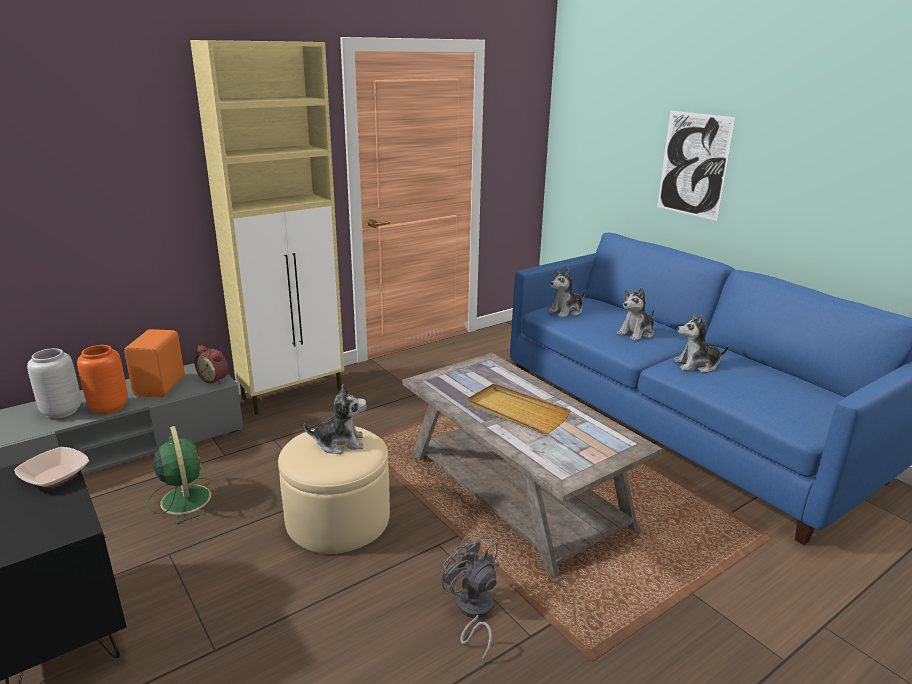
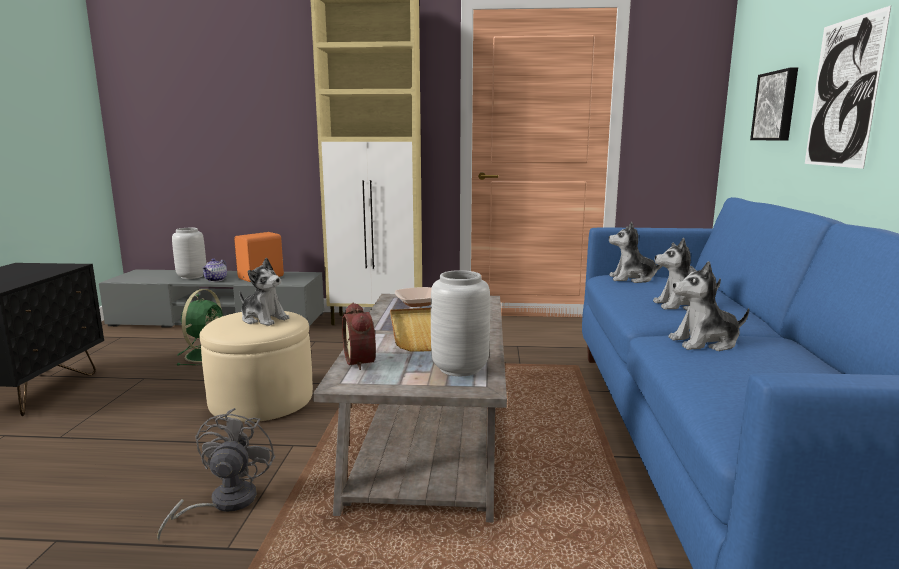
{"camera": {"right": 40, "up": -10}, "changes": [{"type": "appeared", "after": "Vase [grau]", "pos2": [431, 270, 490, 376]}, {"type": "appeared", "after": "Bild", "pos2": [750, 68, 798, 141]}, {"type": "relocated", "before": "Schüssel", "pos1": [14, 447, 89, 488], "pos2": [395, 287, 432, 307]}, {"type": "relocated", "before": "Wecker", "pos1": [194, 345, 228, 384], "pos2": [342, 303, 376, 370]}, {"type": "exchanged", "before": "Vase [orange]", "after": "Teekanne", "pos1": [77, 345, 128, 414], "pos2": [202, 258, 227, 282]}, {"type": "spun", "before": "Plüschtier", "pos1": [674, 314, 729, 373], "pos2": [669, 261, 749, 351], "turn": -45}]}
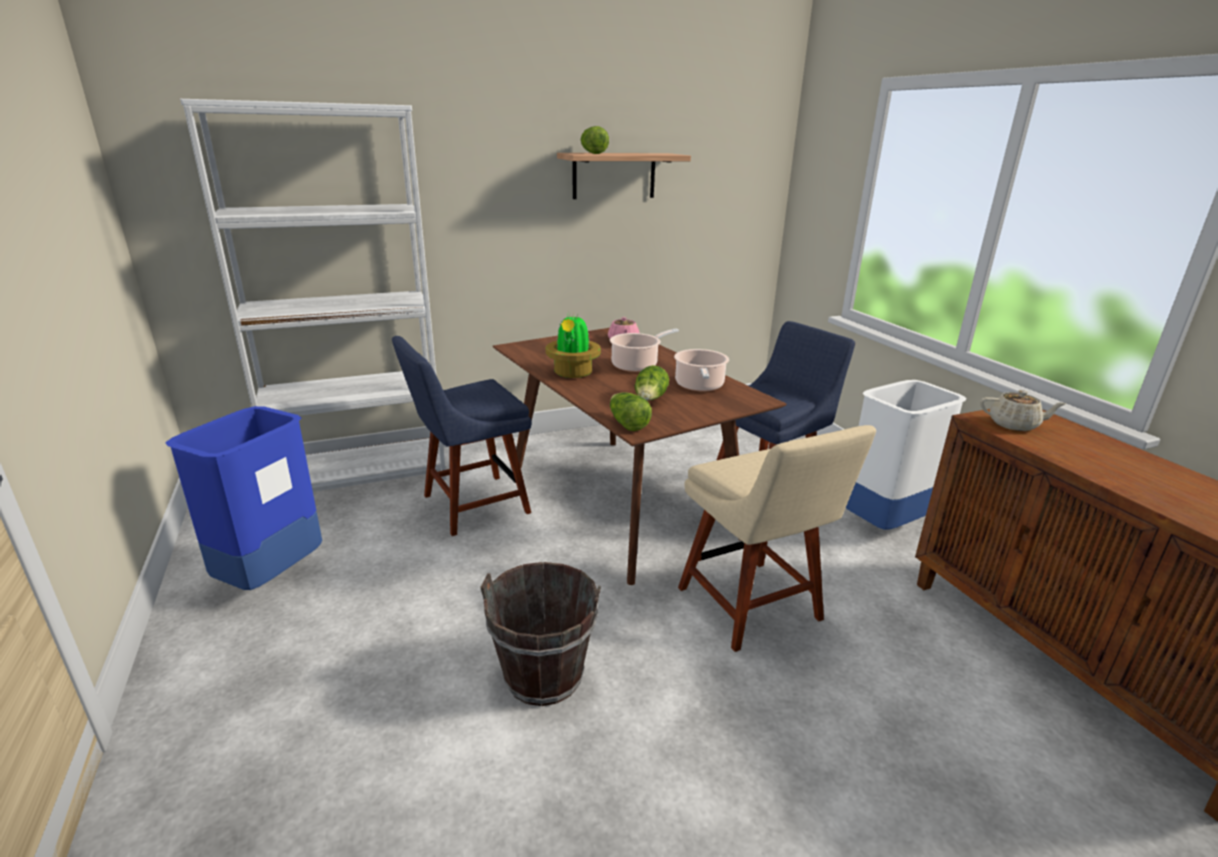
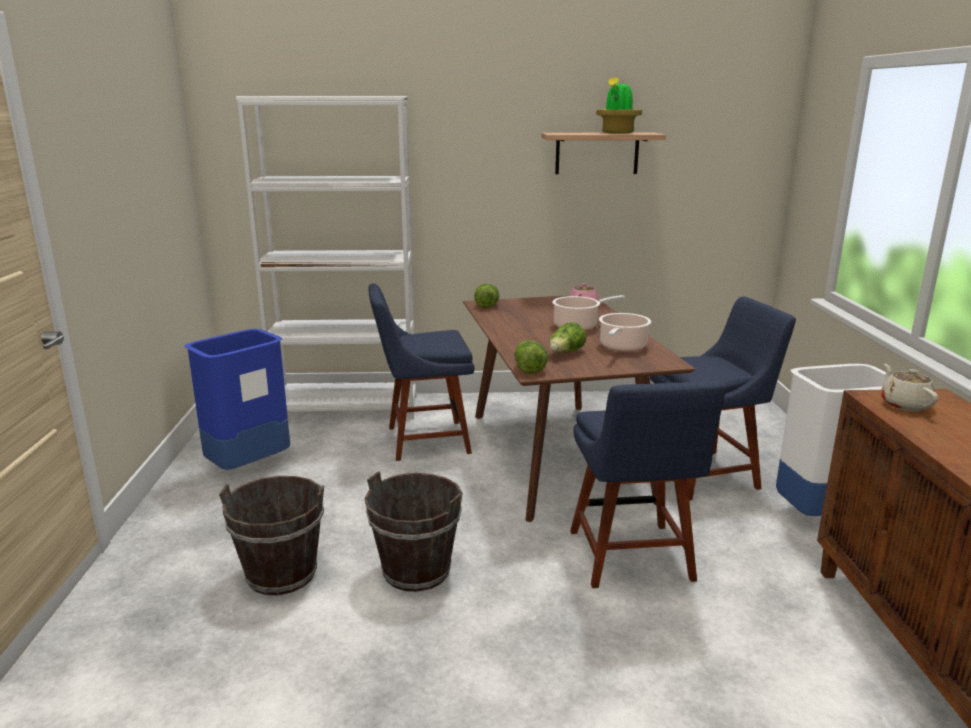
{"camera": {"right": 20, "up": -5}, "changes": [{"type": "appeared", "after": "Eimer [braun]", "pos2": [219, 476, 324, 595]}, {"type": "relocated", "before": "Topfpflanze", "pos1": [546, 313, 601, 378], "pos2": [596, 77, 642, 133]}, {"type": "relocated", "before": "Salatkopf", "pos1": [581, 126, 609, 154], "pos2": [474, 283, 499, 308]}, {"type": "colour", "before": "Stuhl [beige]", "after": "Stuhl [blau]", "pos1": [678, 425, 876, 652], "pos2": [570, 381, 726, 588]}, {"type": "spun", "before": "Teekanne [beige]", "pos1": [980, 390, 1067, 431], "pos2": [881, 364, 938, 412], "turn": -135}]}
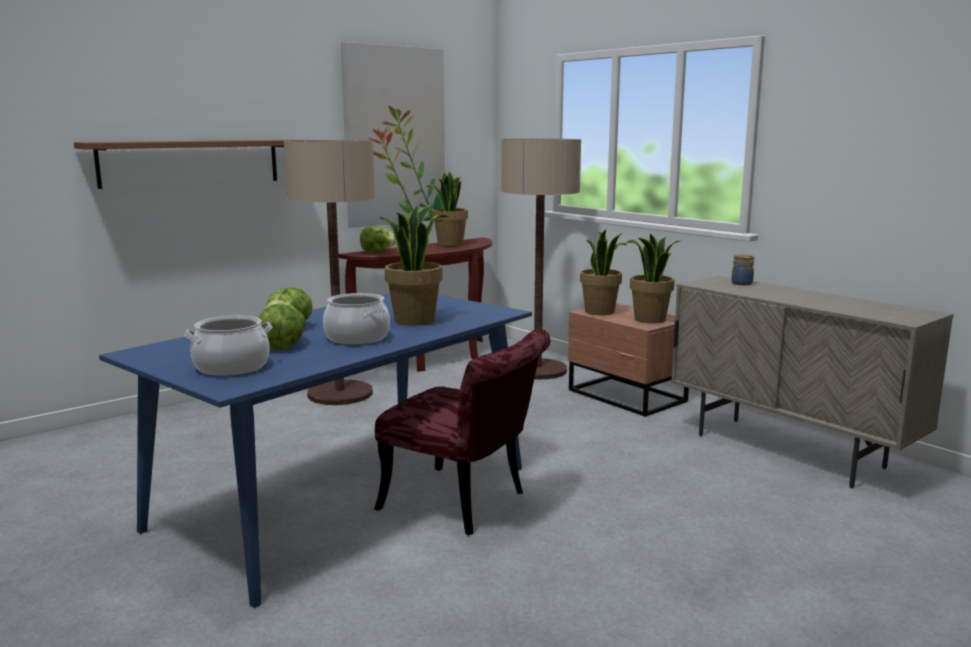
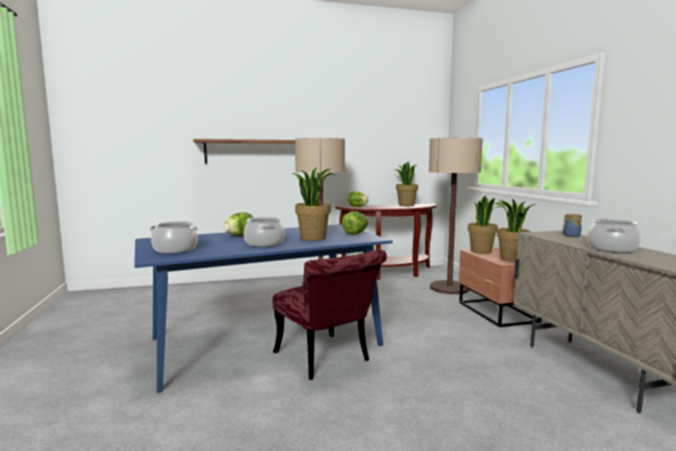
{"camera": {"right": 25, "up": -5}, "changes": [{"type": "missing", "before": "Bild", "pos1": [341, 42, 445, 228]}, {"type": "appeared", "after": "Kochtopf", "pos2": [587, 219, 641, 252]}, {"type": "relocated", "before": "Salatkopf", "pos1": [258, 304, 306, 350], "pos2": [342, 211, 368, 235]}]}
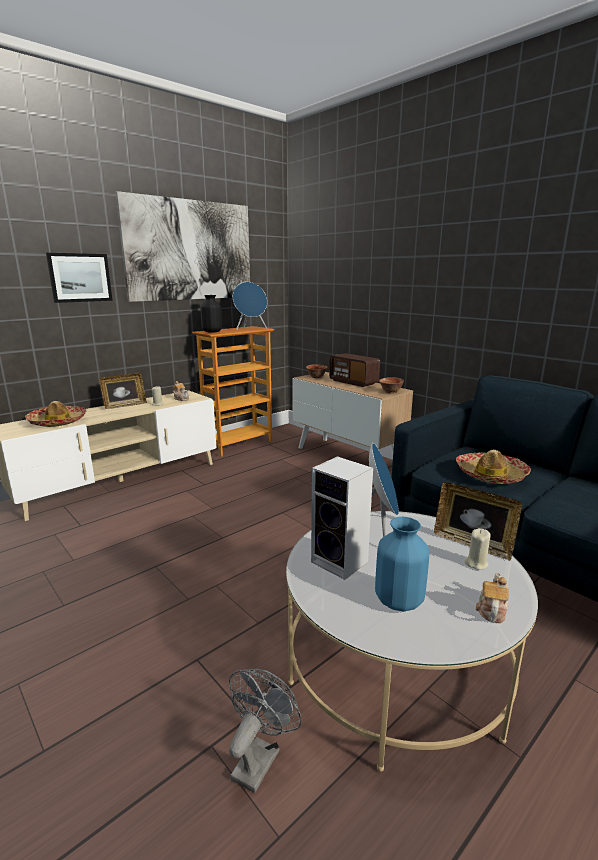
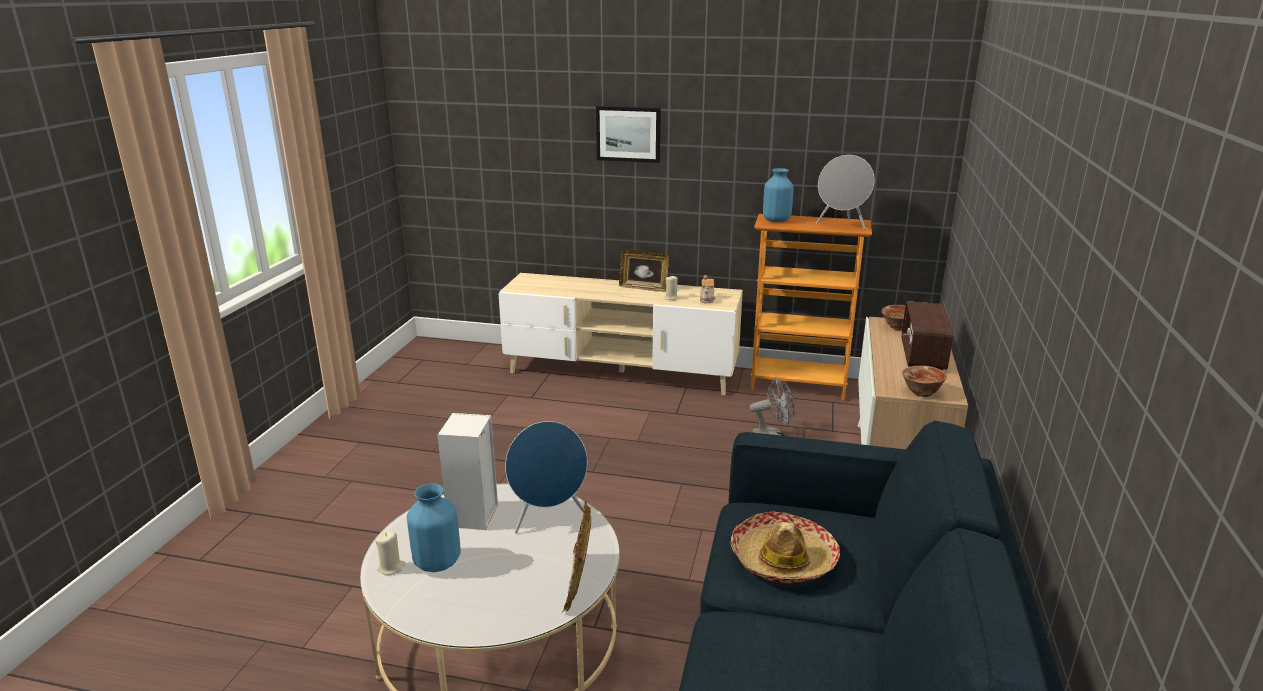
{"camera": {"right": 55, "up": 5}, "changes": [{"type": "missing", "before": "Hut", "pos1": [25, 401, 87, 427]}, {"type": "missing", "before": "Bild", "pos1": [115, 191, 250, 302]}, {"type": "missing", "before": "Teekanne", "pos1": [476, 573, 509, 623]}, {"type": "relocated", "before": "Ventilator [grau]", "pos1": [229, 669, 302, 793], "pos2": [750, 378, 795, 436]}, {"type": "relocated", "before": "Kerze [beige]", "pos1": [465, 528, 491, 570], "pos2": [375, 531, 405, 575]}, {"type": "colour", "before": "Vase [schwarz]", "after": "Vase [blau]", "pos1": [200, 295, 222, 333], "pos2": [763, 168, 794, 222]}, {"type": "colour", "before": "Lautsprecher [blau]", "after": "Lautsprecher [grau]", "pos1": [233, 282, 267, 330], "pos2": [816, 155, 875, 230]}]}
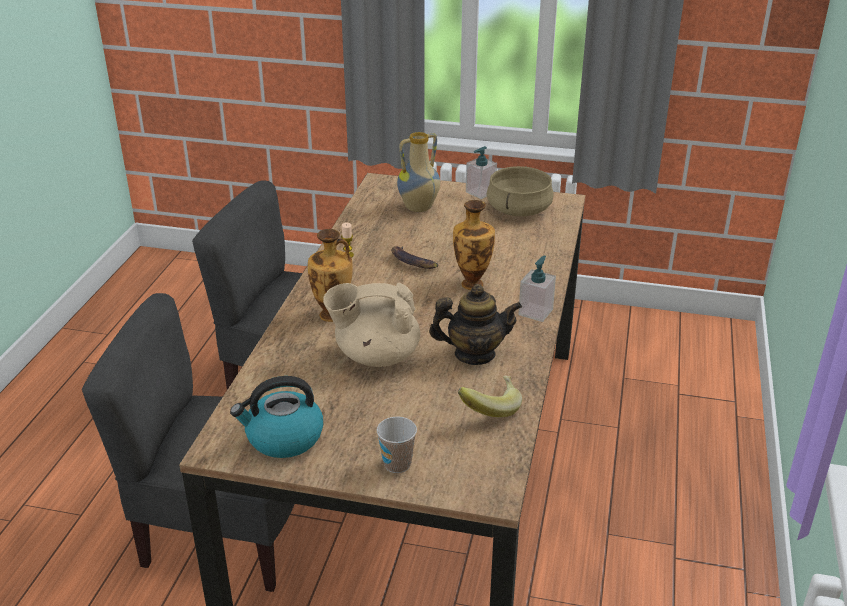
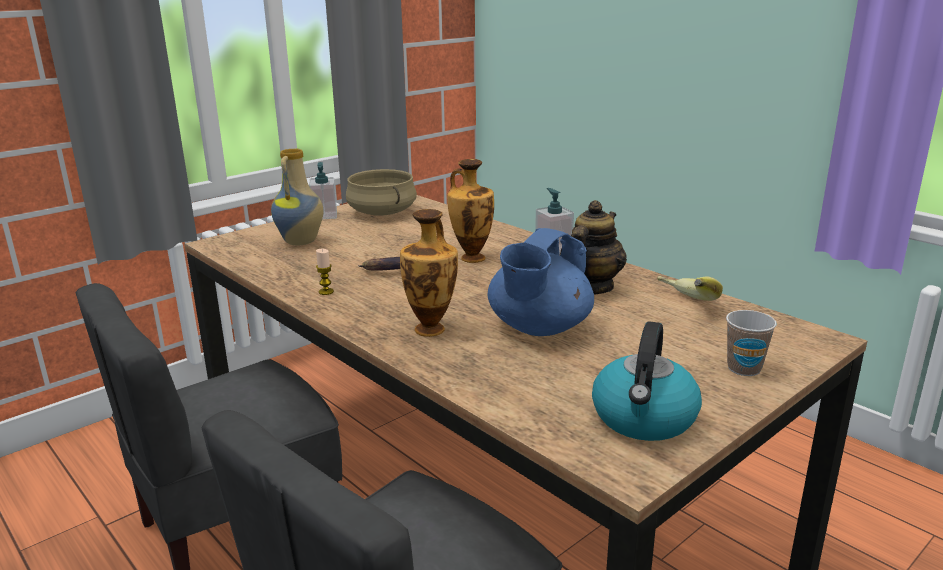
{"camera": {"right": -55, "up": -10}, "changes": [{"type": "colour", "before": "Teekanne [beige]", "after": "Teekanne [blau]", "pos1": [323, 283, 421, 367], "pos2": [488, 228, 594, 336]}]}
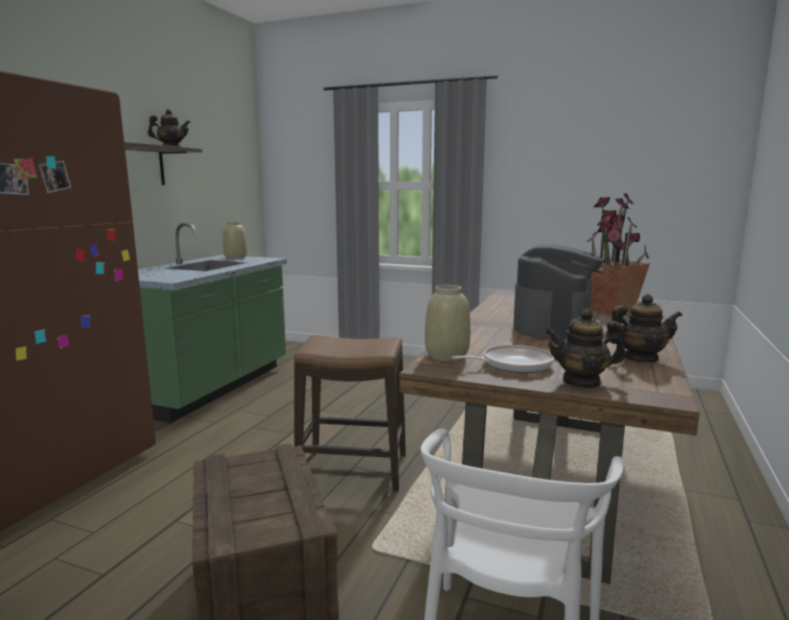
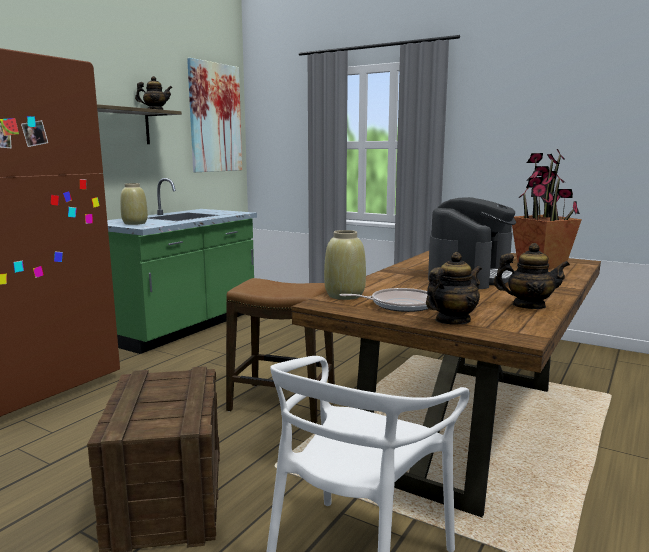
{"camera": {"right": 10, "up": 0}, "changes": [{"type": "appeared", "after": "Bild", "pos2": [187, 58, 242, 172]}, {"type": "relocated", "before": "Vase [beige]", "pos1": [223, 221, 247, 259], "pos2": [120, 183, 148, 225]}, {"type": "spun", "before": "Teekanne", "pos1": [545, 309, 626, 388], "pos2": [426, 252, 482, 324], "turn": 135}]}
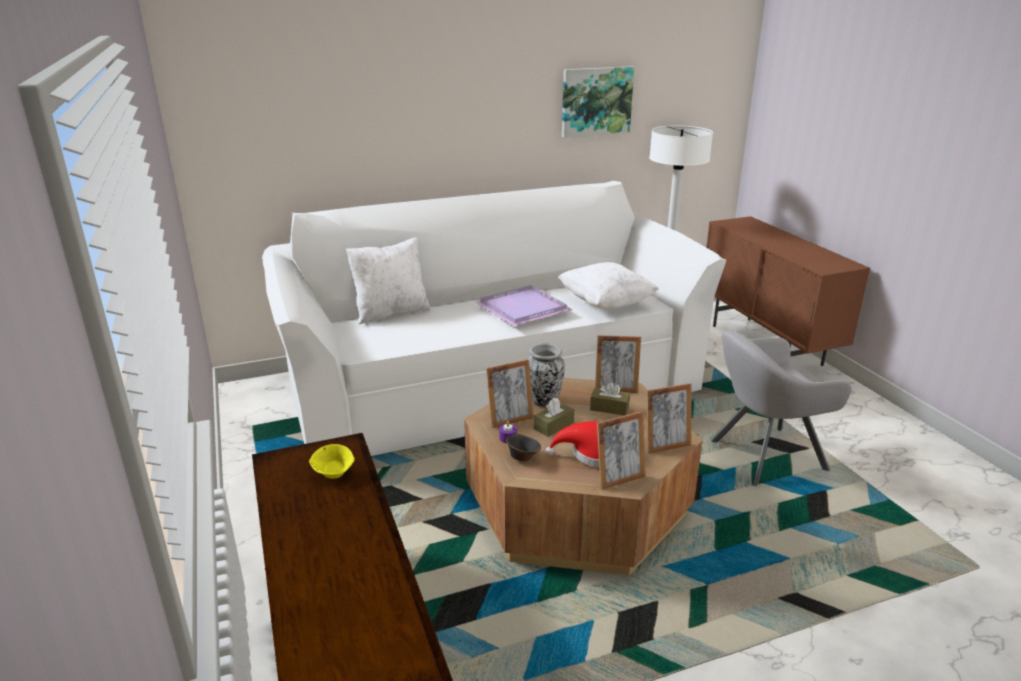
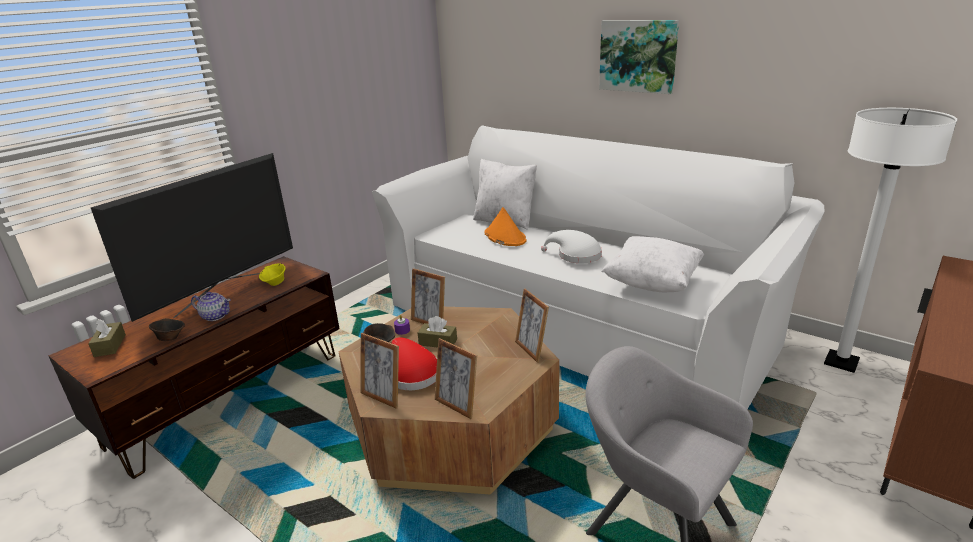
{"camera": {"right": 60, "up": 0}, "changes": [{"type": "missing", "before": "Vase", "pos1": [528, 344, 565, 407]}, {"type": "appeared", "after": "Fernseher", "pos2": [91, 153, 293, 322]}, {"type": "appeared", "after": "Schüssel [braun]", "pos2": [149, 318, 185, 341]}, {"type": "appeared", "after": "Teekanne", "pos2": [191, 292, 231, 321]}, {"type": "appeared", "after": "Hut [orange]", "pos2": [485, 207, 527, 246]}, {"type": "relocated", "before": "Bild", "pos1": [562, 66, 634, 138], "pos2": [599, 20, 679, 94]}, {"type": "relocated", "before": "Taschentuchbox [braun]", "pos1": [590, 382, 630, 416], "pos2": [88, 319, 126, 357]}, {"type": "exchanged", "before": "Tablett [lila]", "after": "Hut [weiß]", "pos1": [476, 285, 573, 326], "pos2": [541, 230, 602, 263]}]}
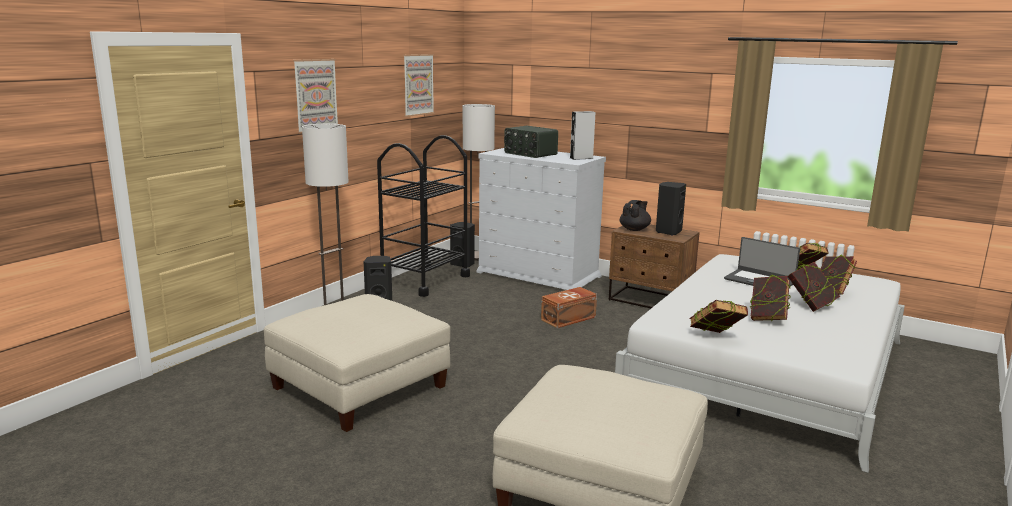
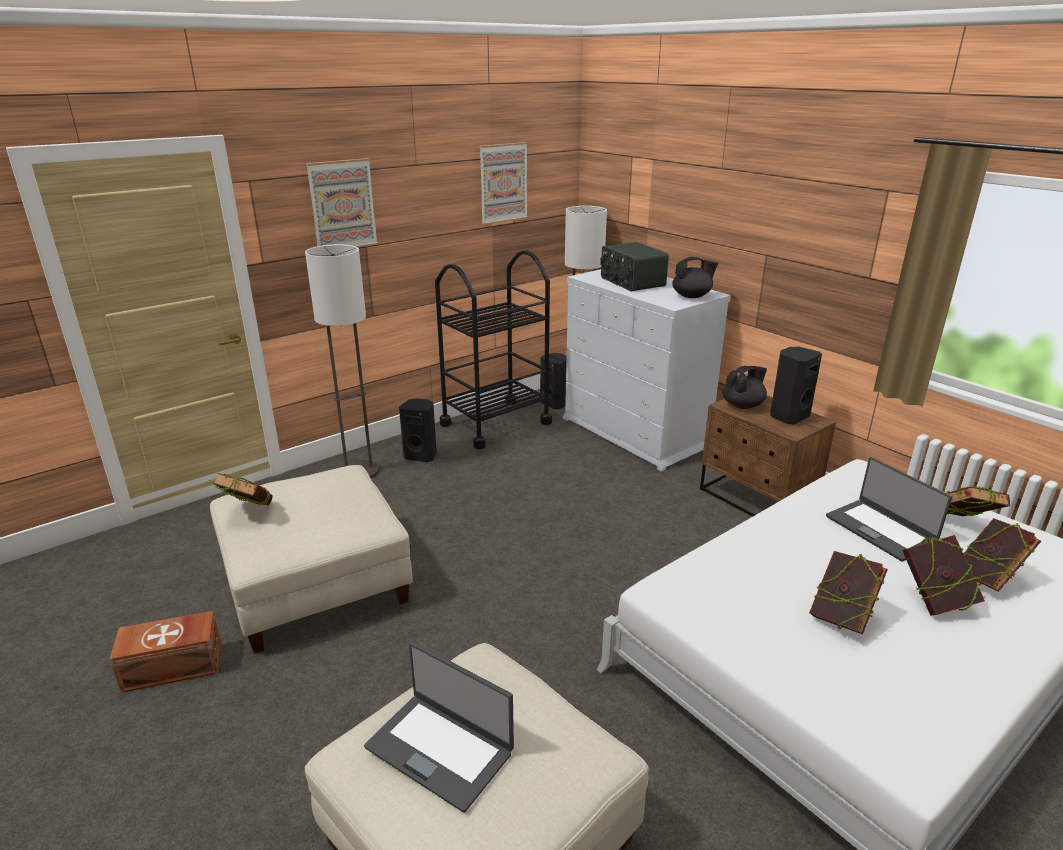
{"camera": {"right": 20, "up": 10}, "changes": [{"type": "appeared", "after": "Laptop", "pos2": [364, 641, 514, 813]}, {"type": "relocated", "before": "Aufbewahrungsbox [braun]", "pos1": [541, 287, 597, 328], "pos2": [110, 611, 222, 693]}, {"type": "relocated", "before": "Buch", "pos1": [689, 300, 748, 333], "pos2": [213, 473, 273, 506]}, {"type": "exchanged", "before": "Lautsprecher [grau]", "after": "Teekanne [schwarz]", "pos1": [570, 111, 596, 160], "pos2": [672, 257, 718, 298]}]}
